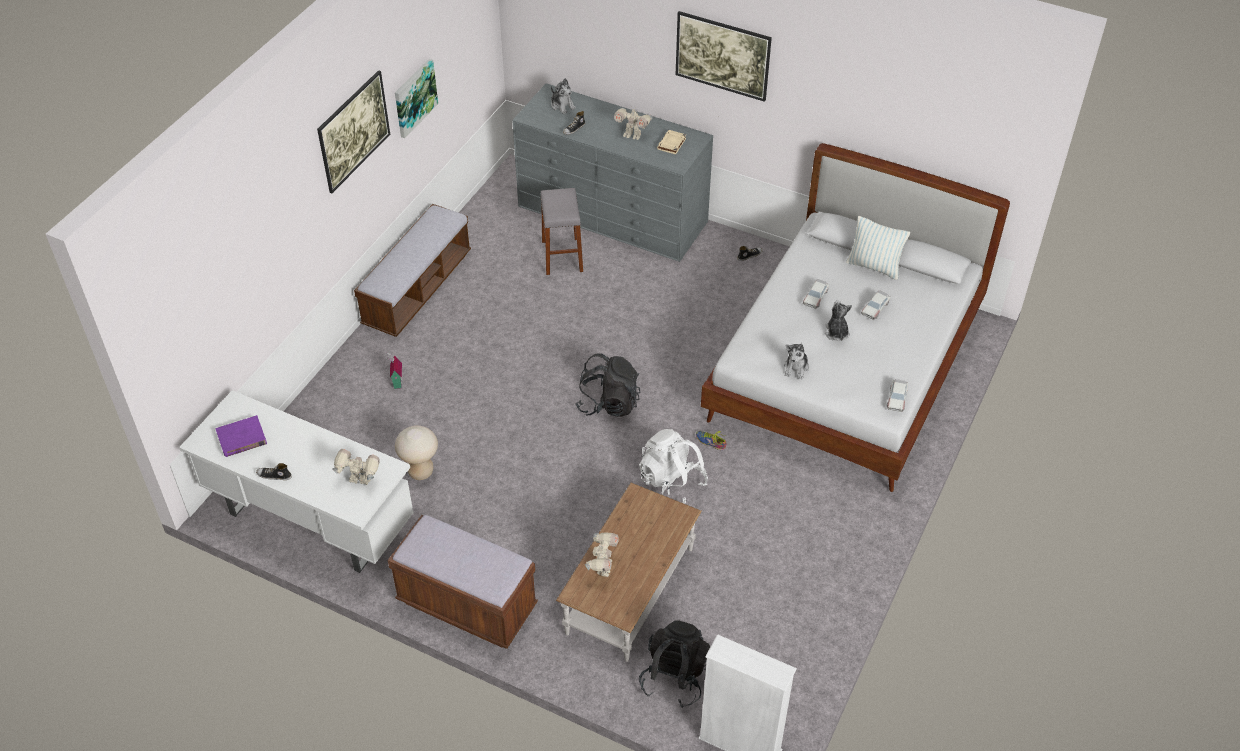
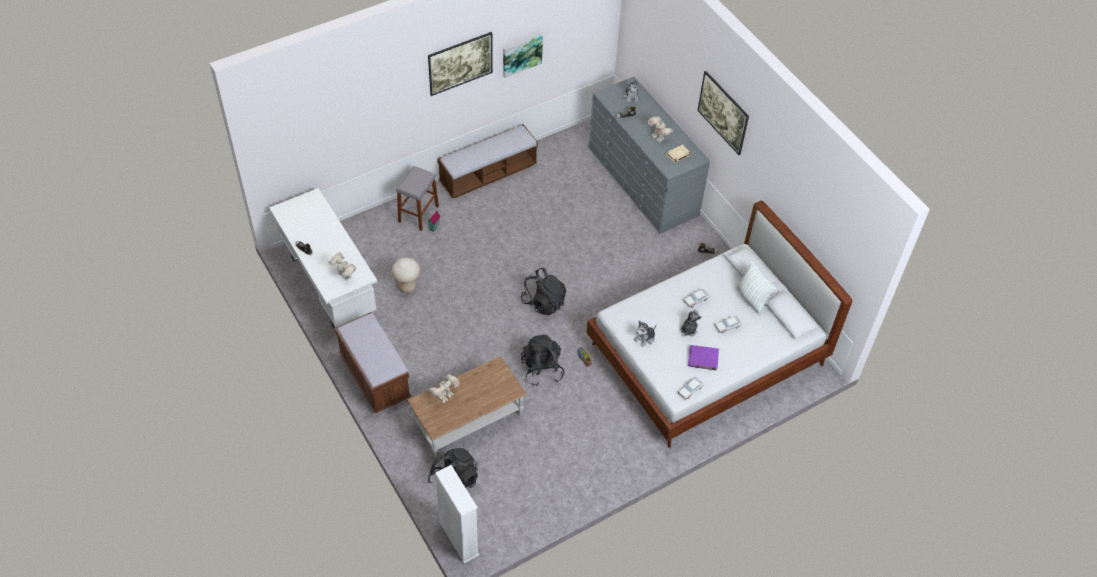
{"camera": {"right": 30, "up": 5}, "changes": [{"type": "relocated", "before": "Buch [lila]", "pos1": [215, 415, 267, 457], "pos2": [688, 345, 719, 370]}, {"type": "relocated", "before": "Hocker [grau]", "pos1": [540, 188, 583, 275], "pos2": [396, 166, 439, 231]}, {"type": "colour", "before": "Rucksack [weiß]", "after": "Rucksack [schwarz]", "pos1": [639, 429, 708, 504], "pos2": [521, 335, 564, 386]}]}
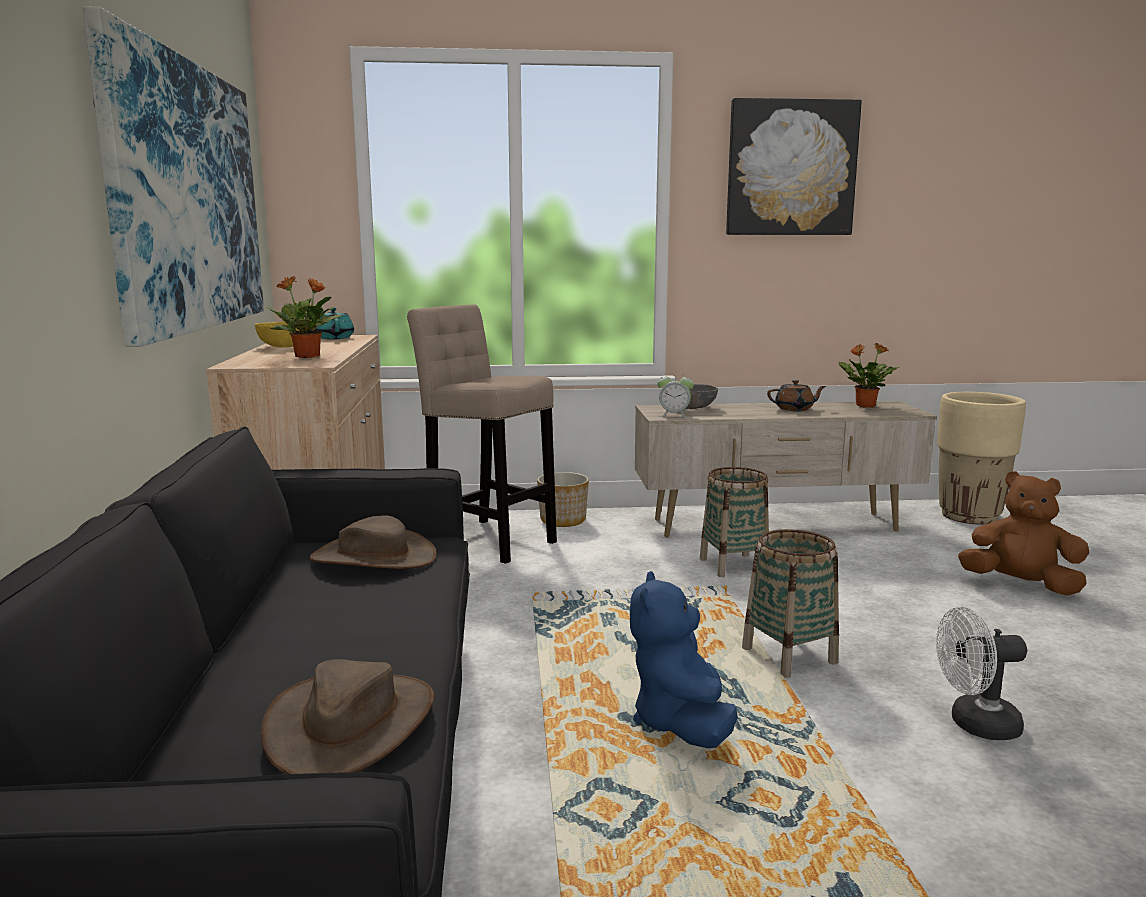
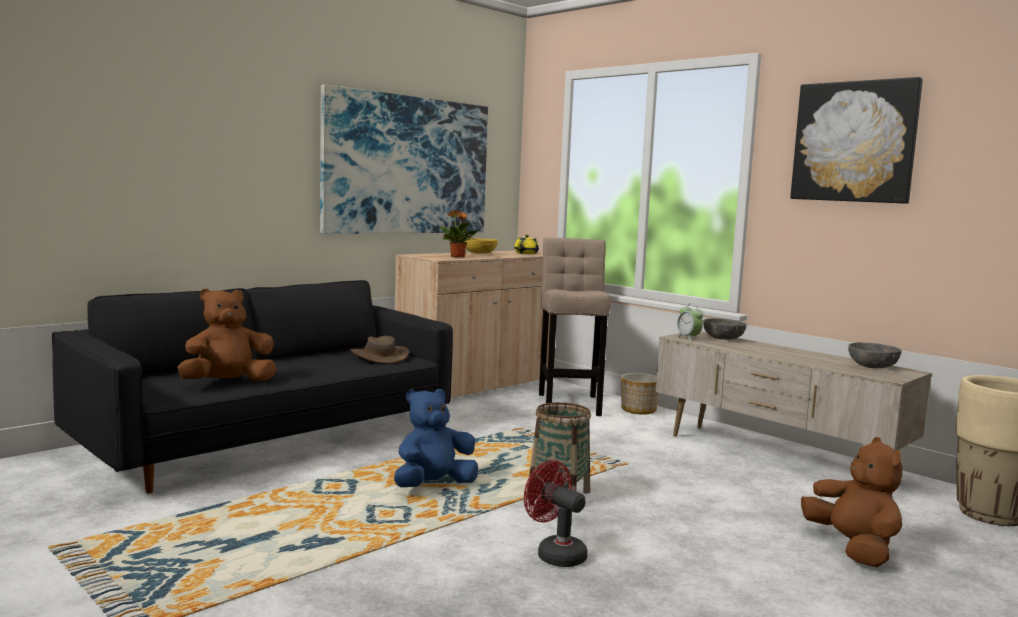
{"camera": {"right": 50, "up": -5}, "changes": [{"type": "missing", "before": "Korb", "pos1": [700, 467, 769, 577]}, {"type": "missing", "before": "Teekanne [braun]", "pos1": [767, 380, 826, 411]}, {"type": "exchanged", "before": "Hut [braun]", "after": "Plüschtier [braun]", "pos1": [261, 659, 434, 774], "pos2": [177, 289, 277, 381]}, {"type": "exchanged", "before": "Topfpflanze", "after": "Schüssel [grau]", "pos1": [839, 343, 899, 408], "pos2": [848, 342, 902, 368]}, {"type": "colour", "before": "Teekanne [türkis]", "after": "Teekanne [gelb]", "pos1": [315, 308, 354, 339], "pos2": [514, 234, 539, 254]}, {"type": "colour", "before": "Ventilator [weiß]", "after": "Ventilator [rot]", "pos1": [936, 607, 1027, 740], "pos2": [524, 460, 587, 567]}]}
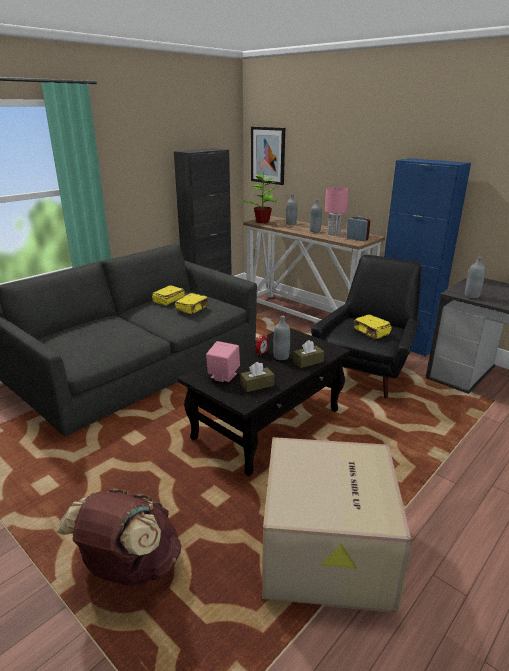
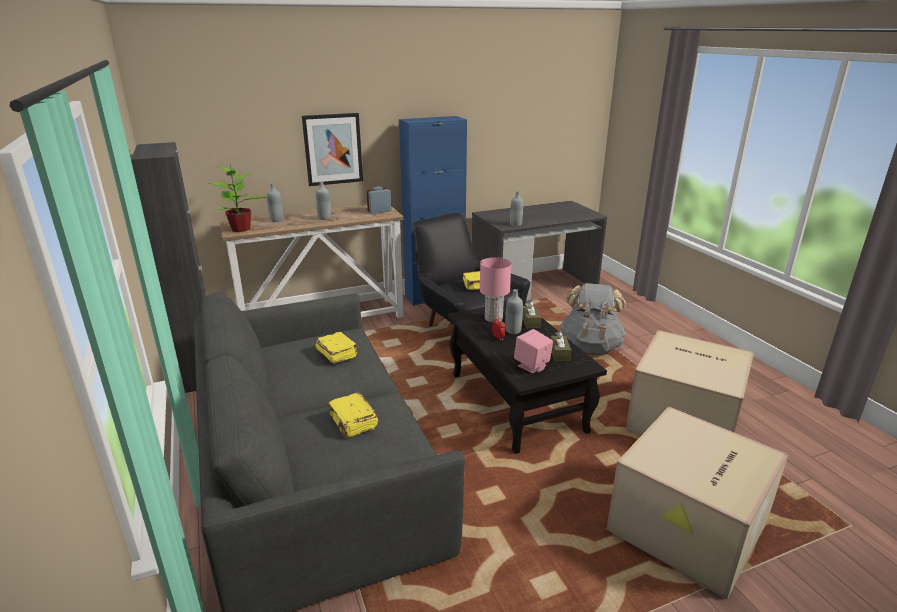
{"camera": {"right": -65, "up": 0}, "changes": [{"type": "appeared", "after": "Rucksack [grau]", "pos2": [560, 283, 626, 354]}, {"type": "relocated", "before": "Buch [gelb]", "pos1": [152, 285, 185, 306], "pos2": [327, 393, 378, 438]}, {"type": "relocated", "before": "Bild", "pos1": [251, 127, 285, 185], "pos2": [302, 113, 363, 186]}, {"type": "relocated", "before": "Tischlampe [rosa]", "pos1": [325, 187, 349, 236], "pos2": [480, 257, 511, 323]}, {"type": "exchanged", "before": "Rucksack [braun]", "after": "Karton", "pos1": [56, 489, 182, 586], "pos2": [606, 406, 789, 600]}]}
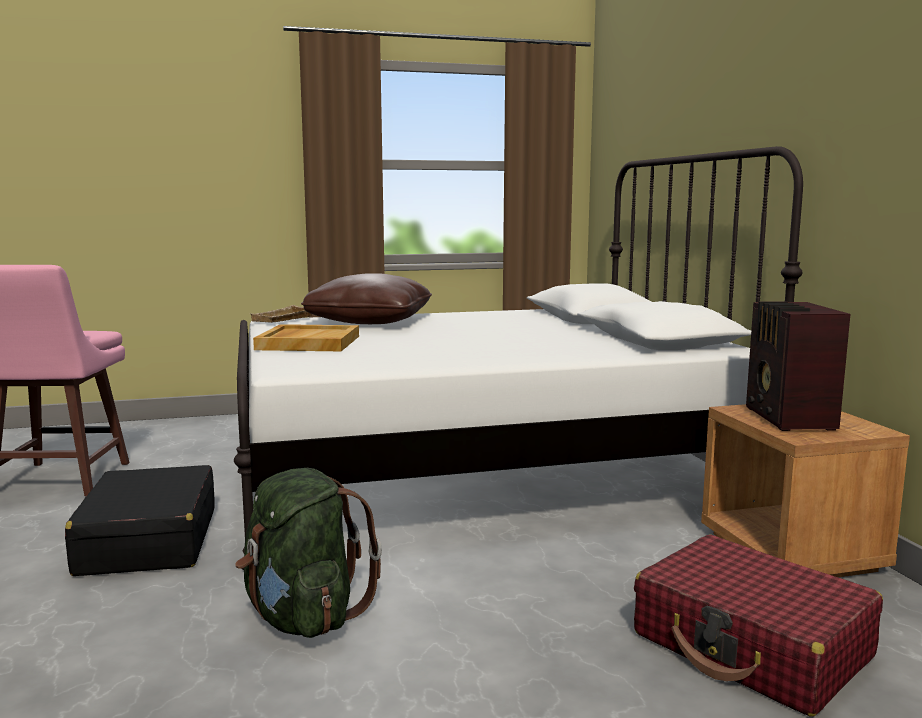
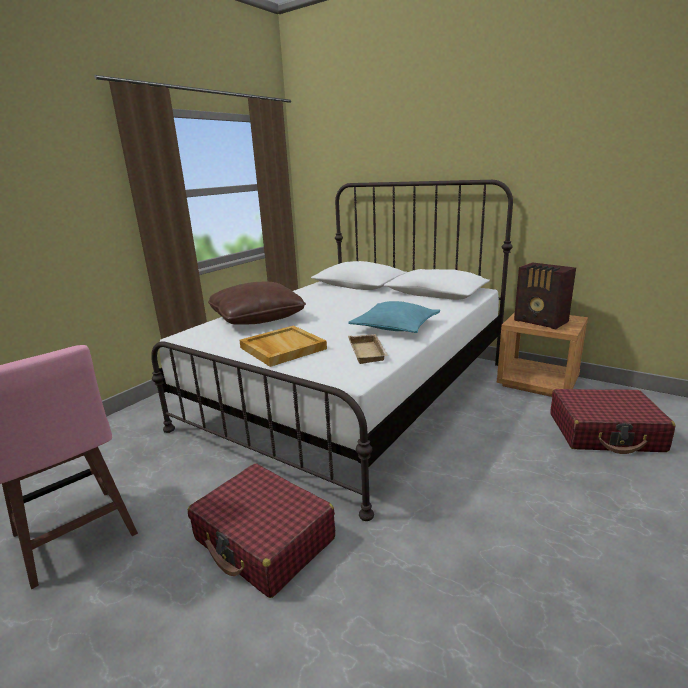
{"camera": {"right": -40, "up": 10}, "changes": [{"type": "missing", "before": "Rucksack [grün]", "pos1": [235, 468, 382, 638]}, {"type": "appeared", "after": "Kissen [türkis]", "pos2": [348, 301, 440, 333]}, {"type": "relocated", "before": "Tablett [beige]", "pos1": [249, 305, 312, 323], "pos2": [348, 334, 388, 364]}, {"type": "colour", "before": "Koffer [schwarz]", "after": "Koffer [rot]", "pos1": [65, 465, 215, 576], "pos2": [188, 464, 335, 598]}]}
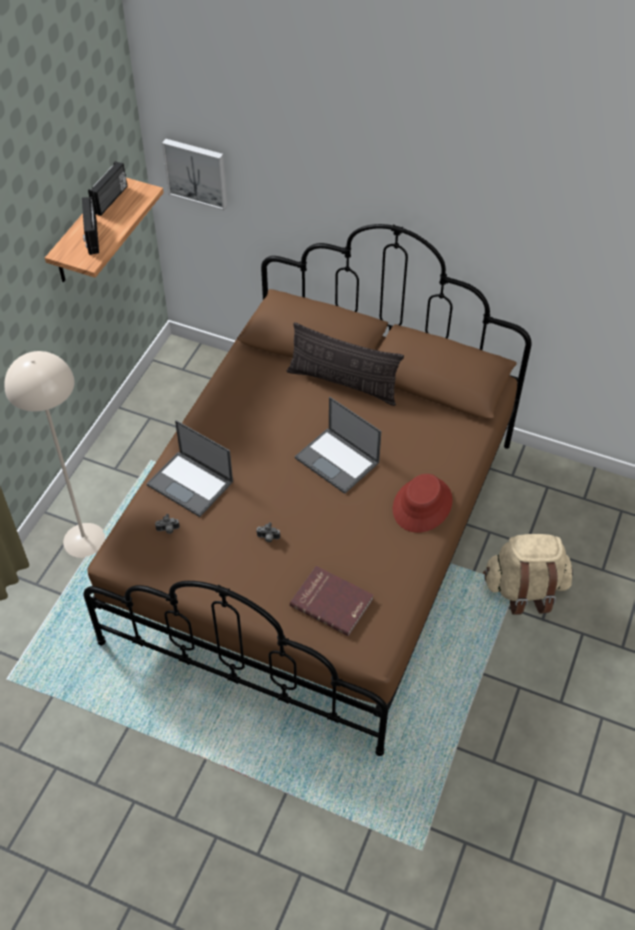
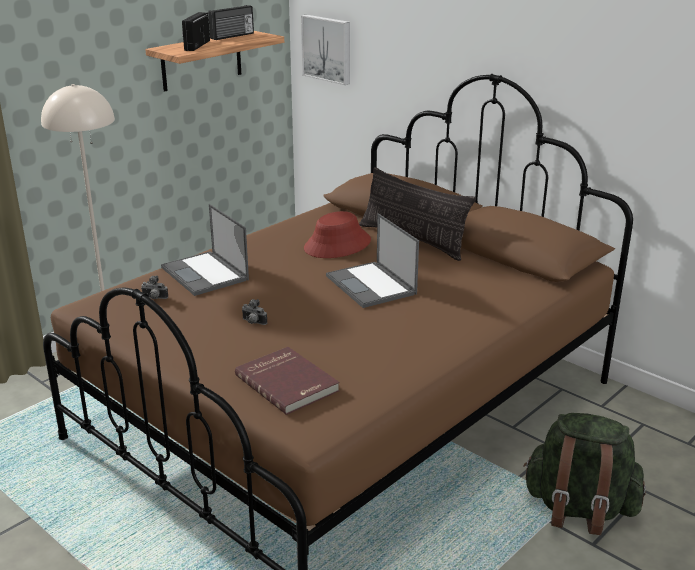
{"camera": {"right": 20, "up": -25}, "changes": [{"type": "relocated", "before": "Hut [rot]", "pos1": [393, 474, 453, 533], "pos2": [304, 211, 371, 258]}, {"type": "colour", "before": "Rucksack [beige]", "after": "Rucksack [grün]", "pos1": [483, 534, 573, 615], "pos2": [523, 413, 646, 535]}]}
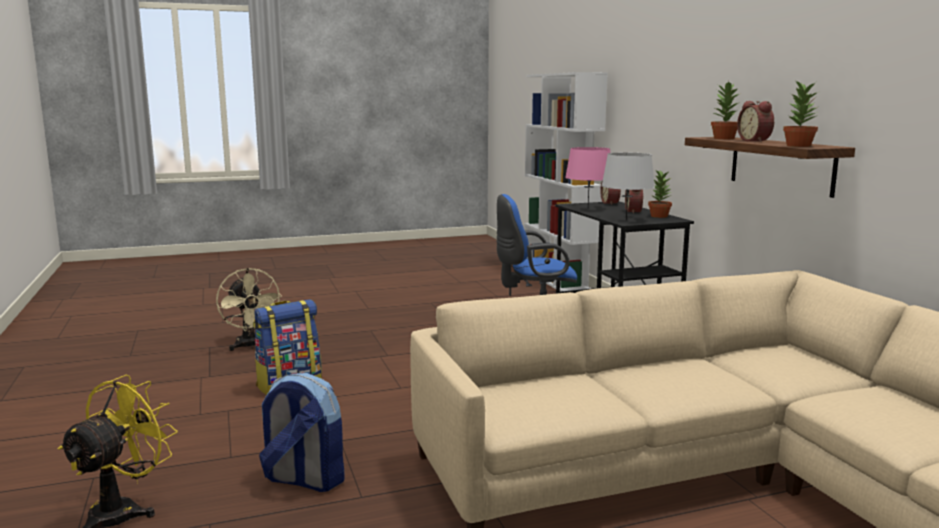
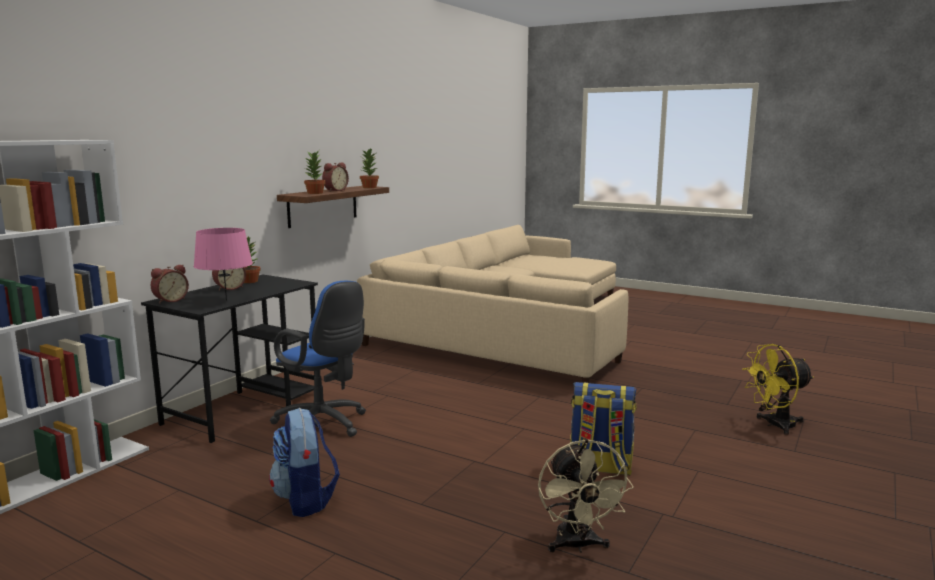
{"camera": {"right": -130, "up": 0}, "changes": [{"type": "missing", "before": "Tischlampe [grau]", "pos1": [601, 153, 655, 221]}, {"type": "relocated", "before": "Rucksack", "pos1": [259, 373, 345, 492], "pos2": [269, 408, 340, 517]}, {"type": "spun", "before": "Ventilator [beige]", "pos1": [216, 268, 282, 351], "pos2": [538, 439, 634, 553], "turn": 150}]}
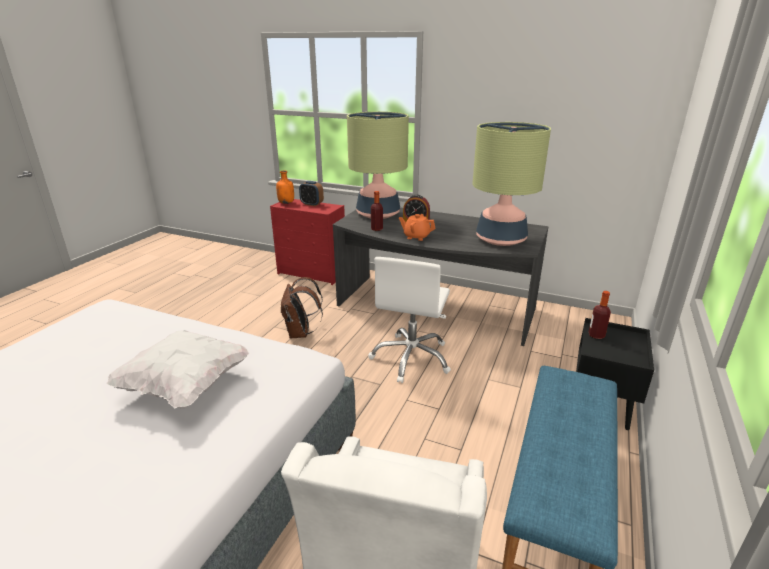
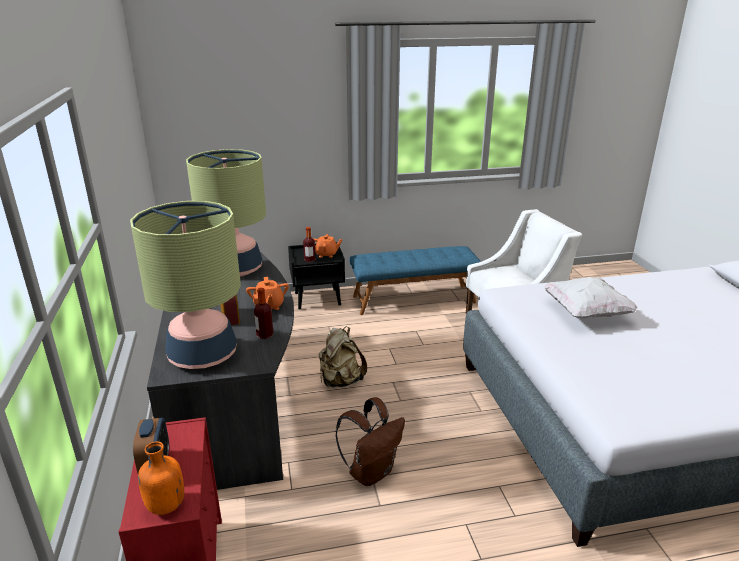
{"camera": {"right": -125, "up": 0}, "changes": [{"type": "appeared", "after": "Teekanne [orange]", "pos2": [313, 234, 342, 258]}, {"type": "exchanged", "before": "Bürostuhl [weiß]", "after": "Rucksack [beige]", "pos1": [368, 257, 451, 383], "pos2": [319, 327, 367, 387]}]}
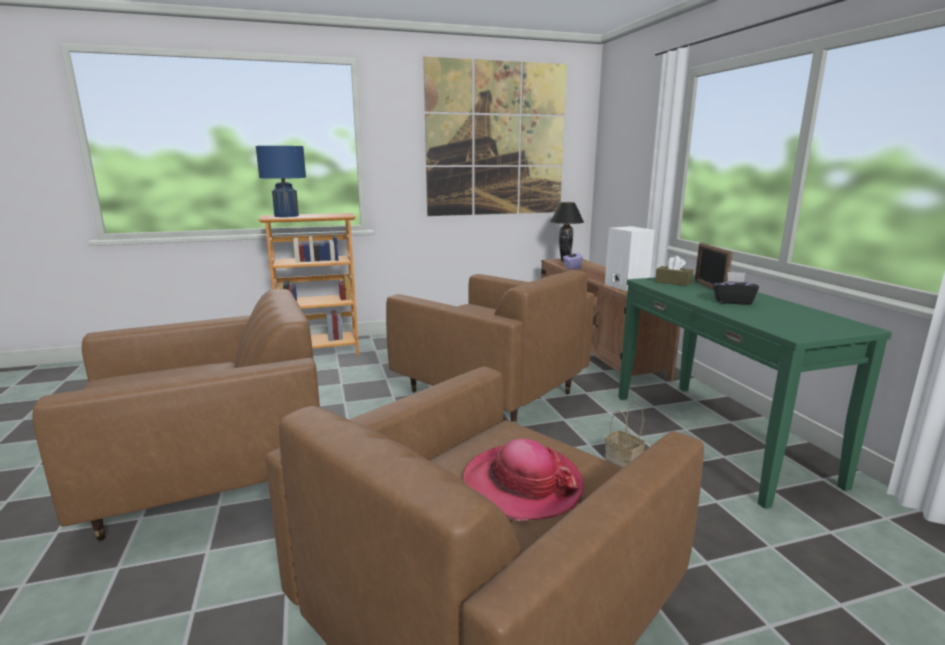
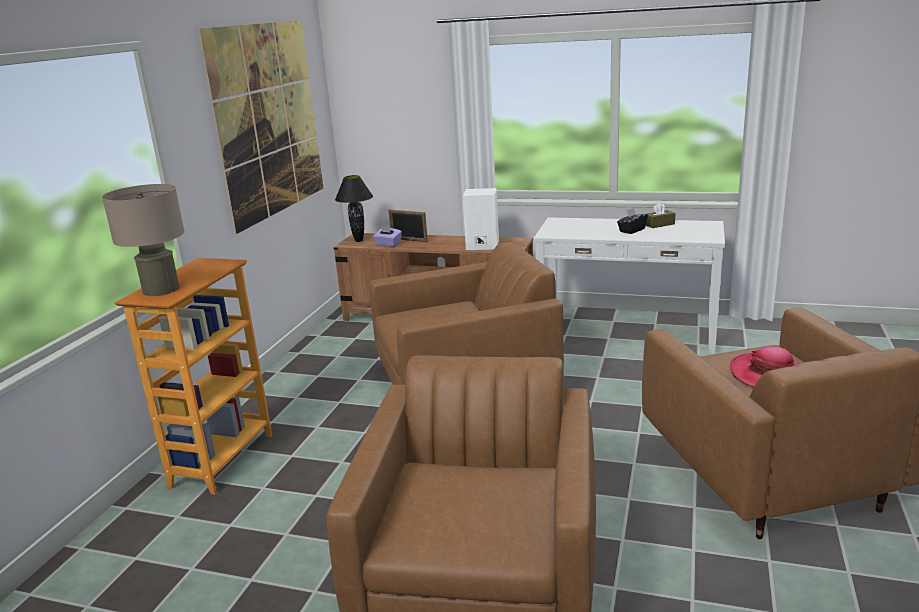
{"camera": {"right": -55, "up": 5}, "changes": [{"type": "missing", "before": "Korb", "pos1": [605, 402, 645, 467]}, {"type": "relocated", "before": "Taschentuchbox [braun]", "pos1": [655, 256, 693, 286], "pos2": [646, 202, 676, 228]}, {"type": "relocated", "before": "Bilderrahmen", "pos1": [694, 243, 733, 290], "pos2": [388, 210, 428, 242]}, {"type": "colour", "before": "Tischlampe [blau]", "after": "Tischlampe [beige]", "pos1": [256, 146, 306, 217], "pos2": [102, 184, 185, 296]}, {"type": "colour", "before": "Konsolentisch [grün]", "after": "Konsolentisch [weiß]", "pos1": [618, 275, 892, 509], "pos2": [534, 217, 725, 354]}]}
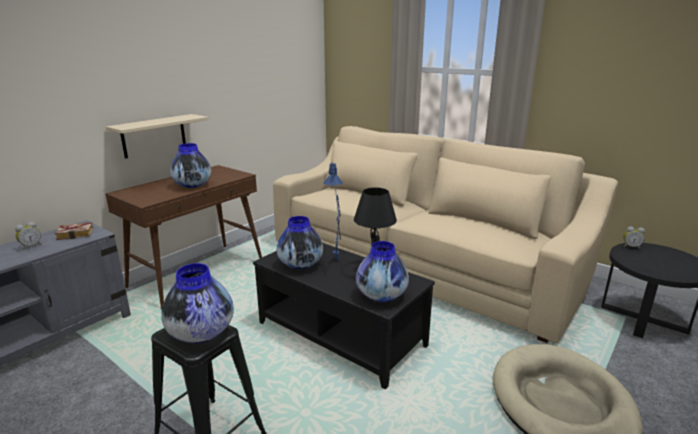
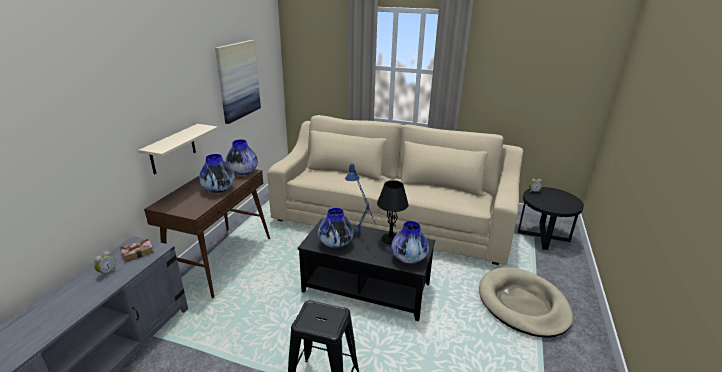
{"camera": {"right": -20, "up": 5}, "changes": [{"type": "appeared", "after": "Bild", "pos2": [215, 40, 261, 124]}, {"type": "relocated", "before": "Vase", "pos1": [161, 263, 234, 343], "pos2": [226, 140, 258, 175]}]}
